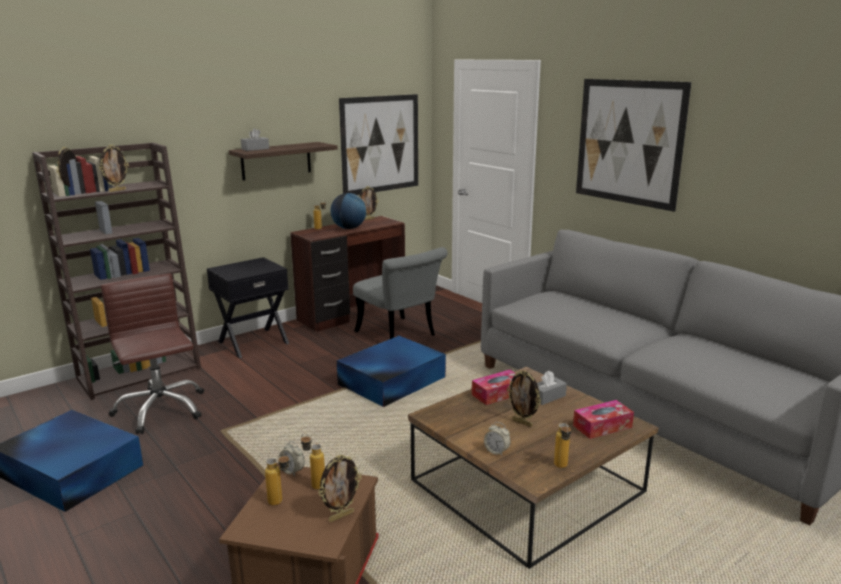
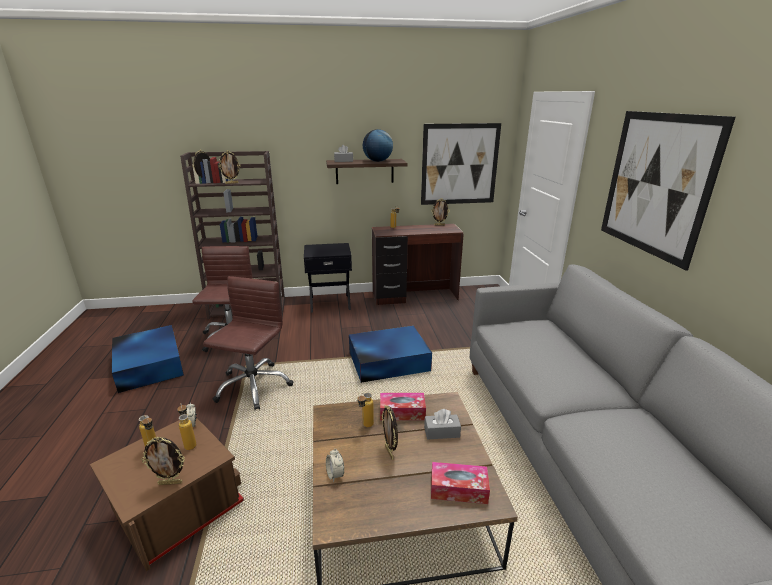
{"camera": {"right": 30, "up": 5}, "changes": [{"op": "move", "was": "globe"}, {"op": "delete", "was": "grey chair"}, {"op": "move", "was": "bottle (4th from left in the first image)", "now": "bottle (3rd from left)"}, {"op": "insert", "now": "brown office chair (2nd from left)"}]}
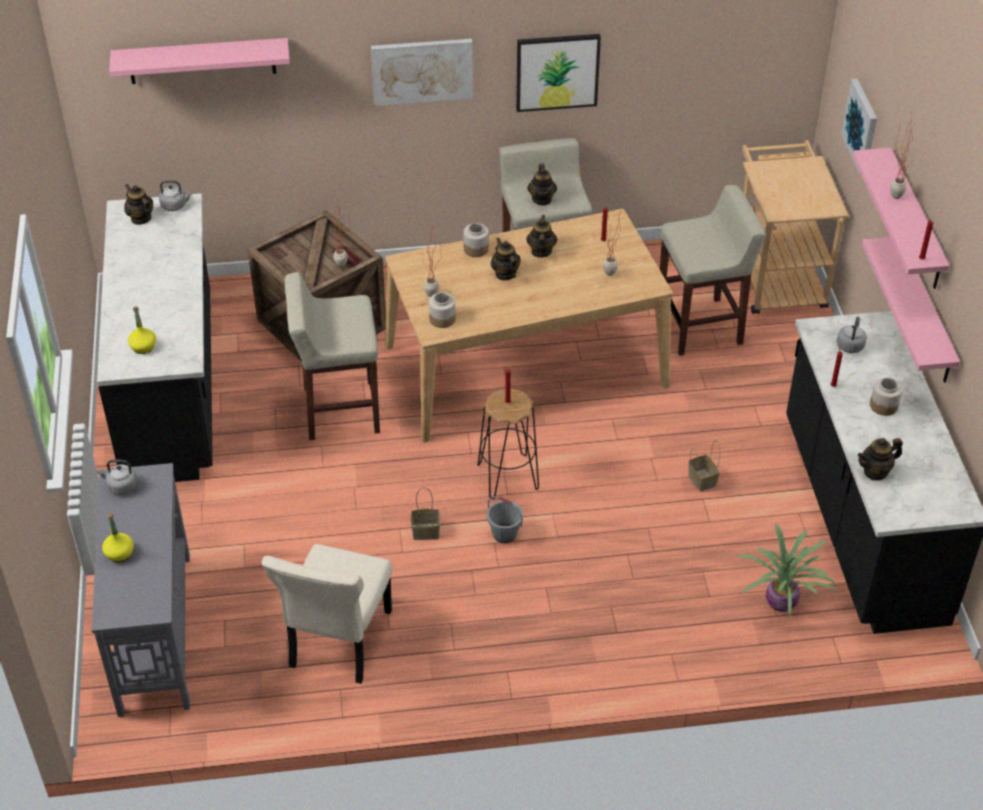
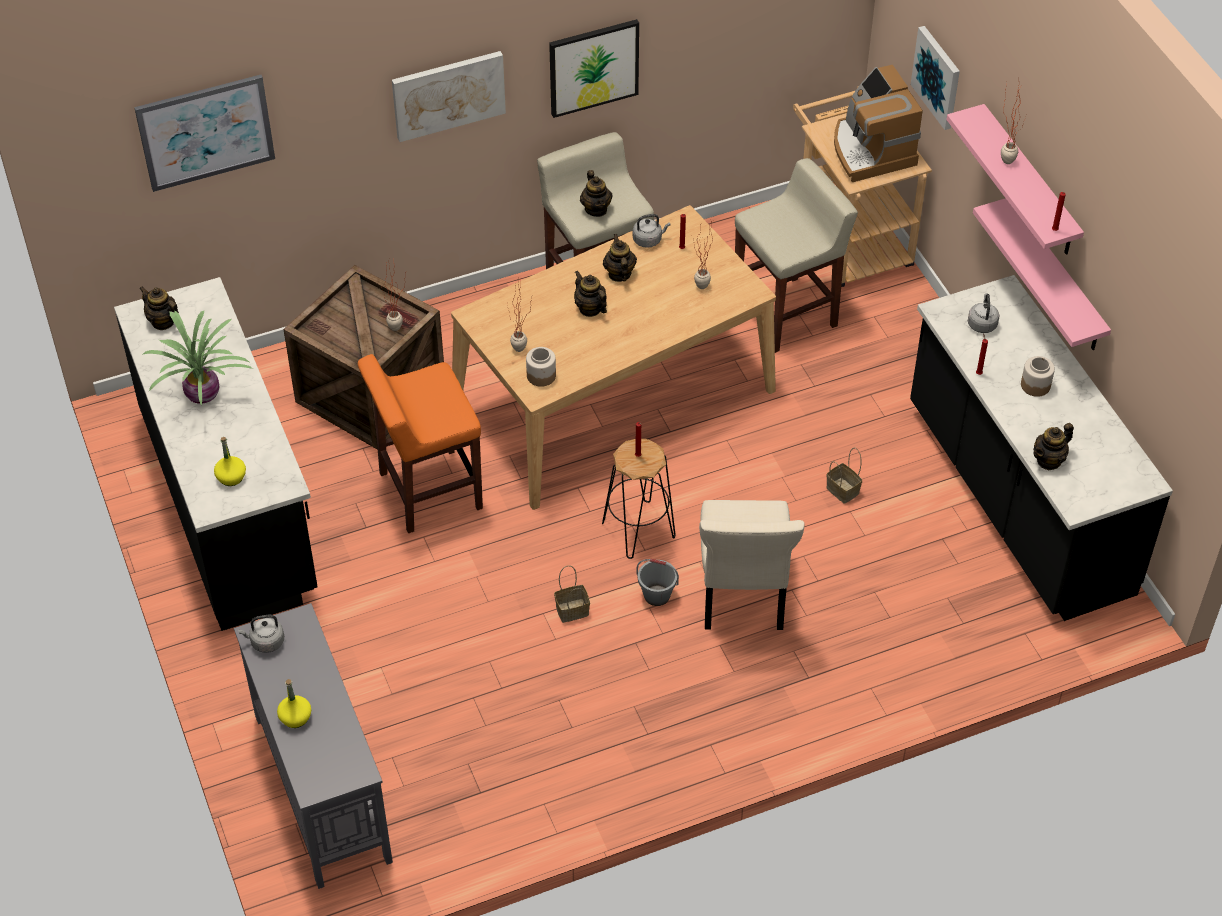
{"camera": {"right": -15, "up": 5}, "changes": [{"op": "replace", "was": "pink shelf (1st from left)", "now": "picture (1st from left)"}, {"op": "move", "was": "grey kettle (2nd from left)"}, {"op": "delete", "was": "jar (2nd from left)"}, {"op": "recolor", "was": "beige stool (1st from left)", "now": "orange stool"}, {"op": "move", "was": "potted plant (4th from left in the first image)", "now": "potted plant (1st from left)"}, {"op": "move", "was": "beige chair"}, {"op": "insert", "now": "coffee machine"}]}
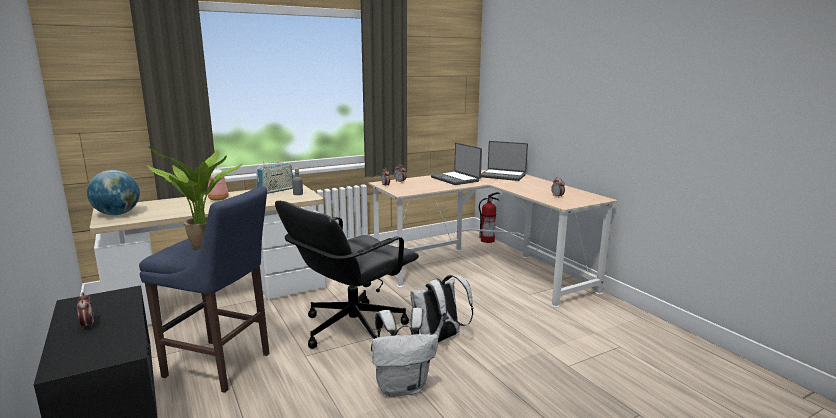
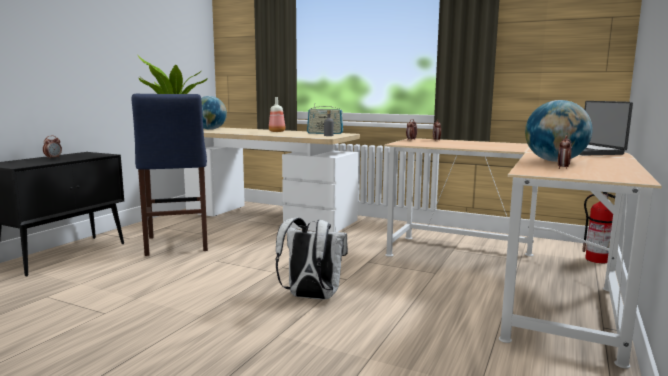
{"camera": {"right": 55, "up": -5}, "changes": [{"op": "delete", "was": "laptop (1st from left)"}, {"op": "delete", "was": "black office chair"}, {"op": "delete", "was": "white backpack (1st from left)"}, {"op": "insert", "now": "globe (2nd from left)"}]}
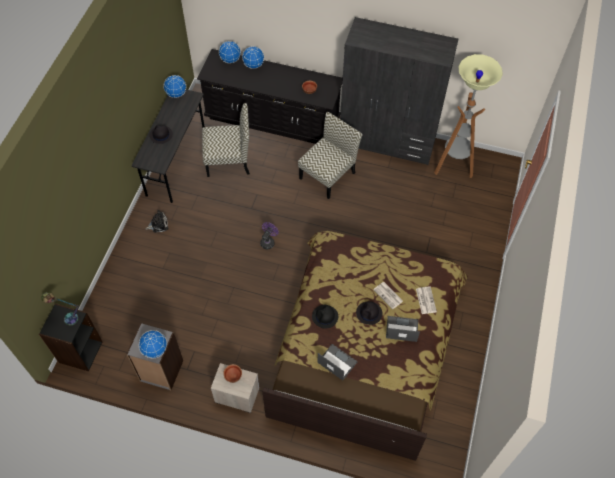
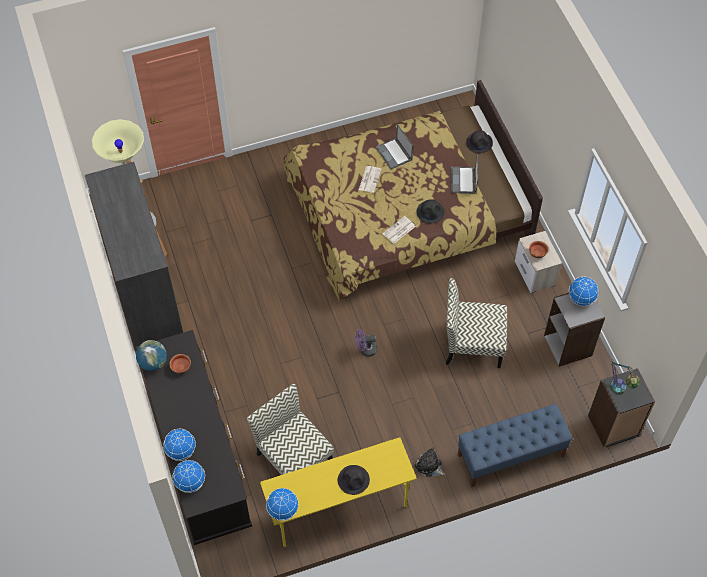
{"camera": {"right": -125, "up": 0}, "changes": [{"op": "recolor", "was": "grey desk", "now": "yellow desk"}, {"op": "move", "was": "chair (2nd from left)"}, {"op": "move", "was": "newspaper (2nd from left)"}, {"op": "move", "was": "black hat (3rd from left)"}, {"op": "insert", "now": "globe (1st from left)"}, {"op": "insert", "now": "blue bench"}]}
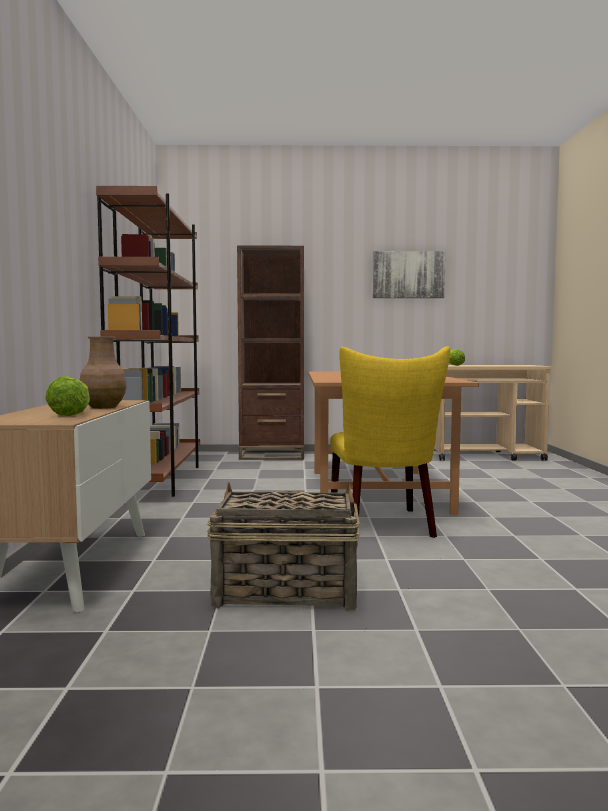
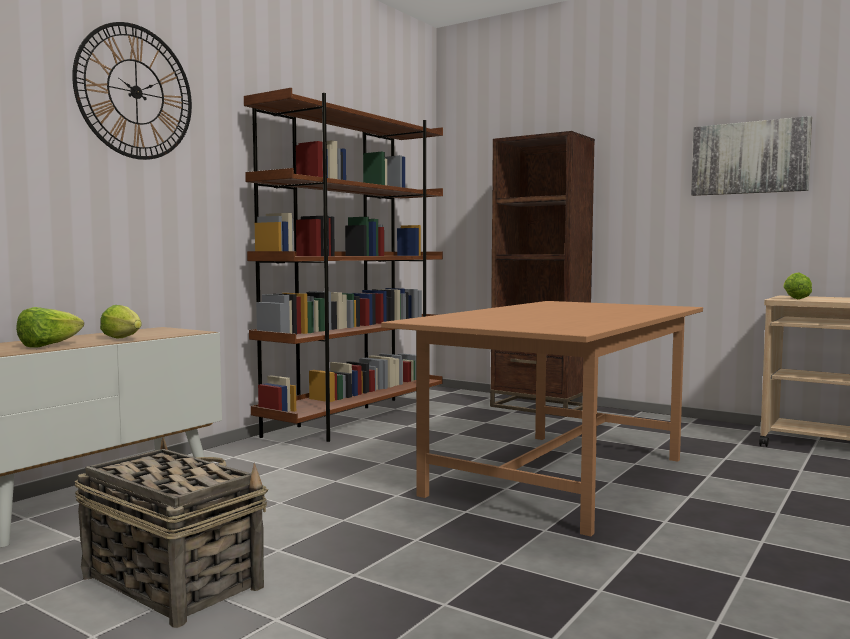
{"camera": {"right": 35, "up": 0}, "changes": [{"op": "replace", "was": "brown vase", "now": "lettuce (2nd from left)"}, {"op": "delete", "was": "yellow chair"}, {"op": "insert", "now": "wall clock"}]}
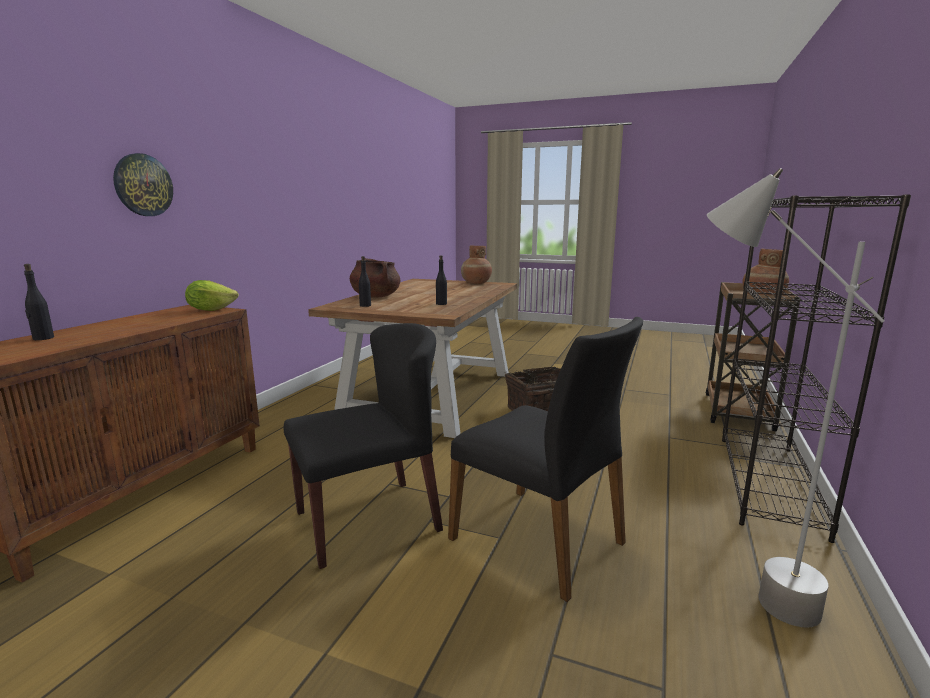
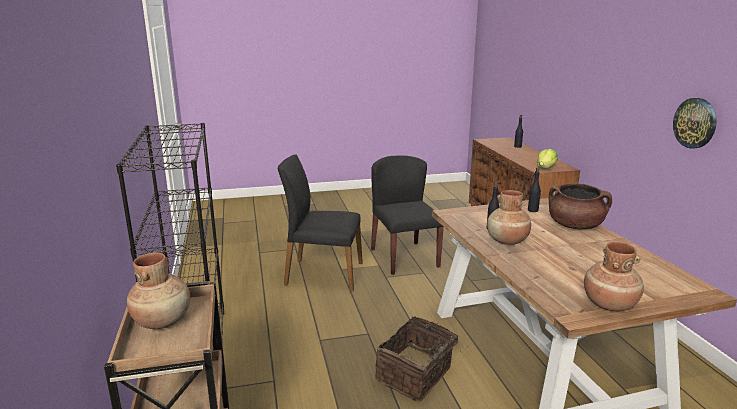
{"camera": {"right": 145, "up": 5}, "changes": [{"op": "move", "was": "wall clock"}, {"op": "delete", "was": "grey floor lamp"}, {"op": "rotate", "was": "black chair (1st from left in the first image)", "clockwise": 135}, {"op": "insert", "now": "brown vase (2nd from left)"}]}
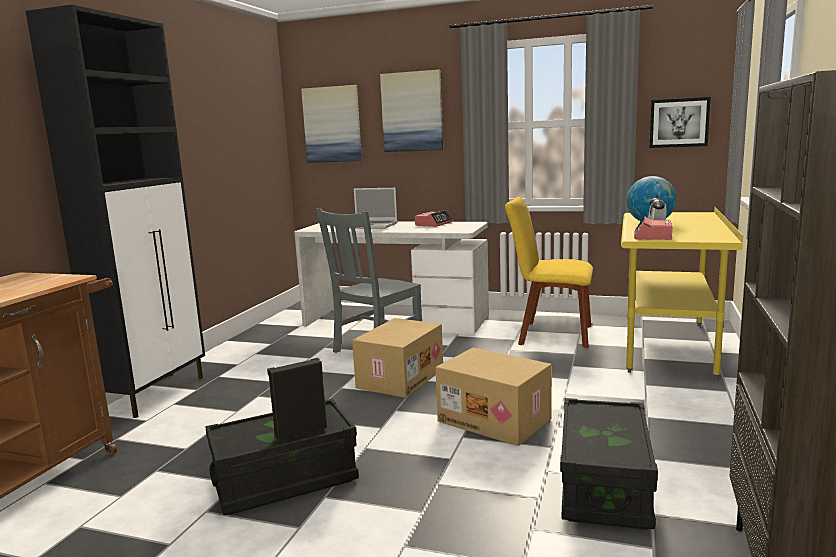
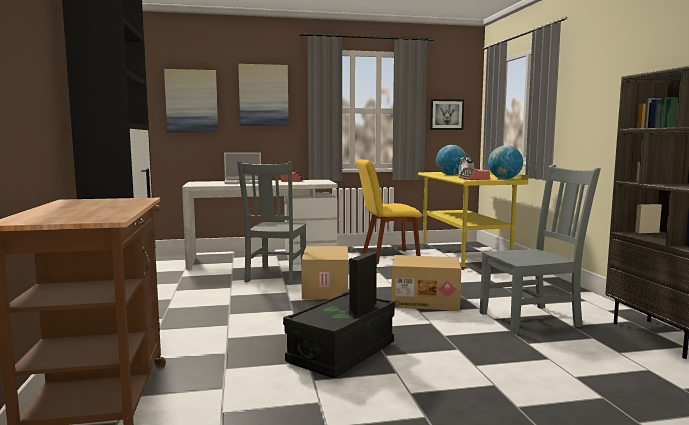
{"camera": {"right": -30, "up": -5}, "changes": [{"op": "replace", "was": "black storage box (2nd from left)", "now": "grey chair (2nd from left)"}, {"op": "insert", "now": "globe (2nd from left)"}]}
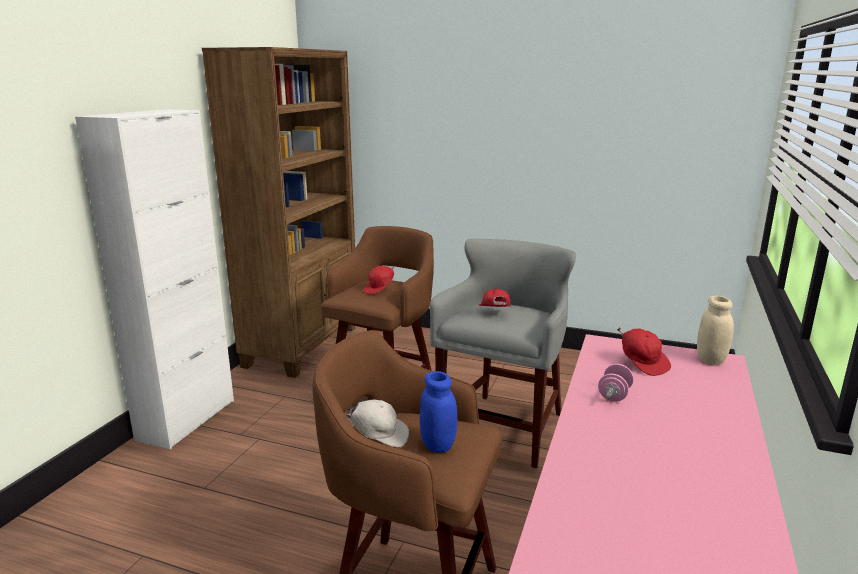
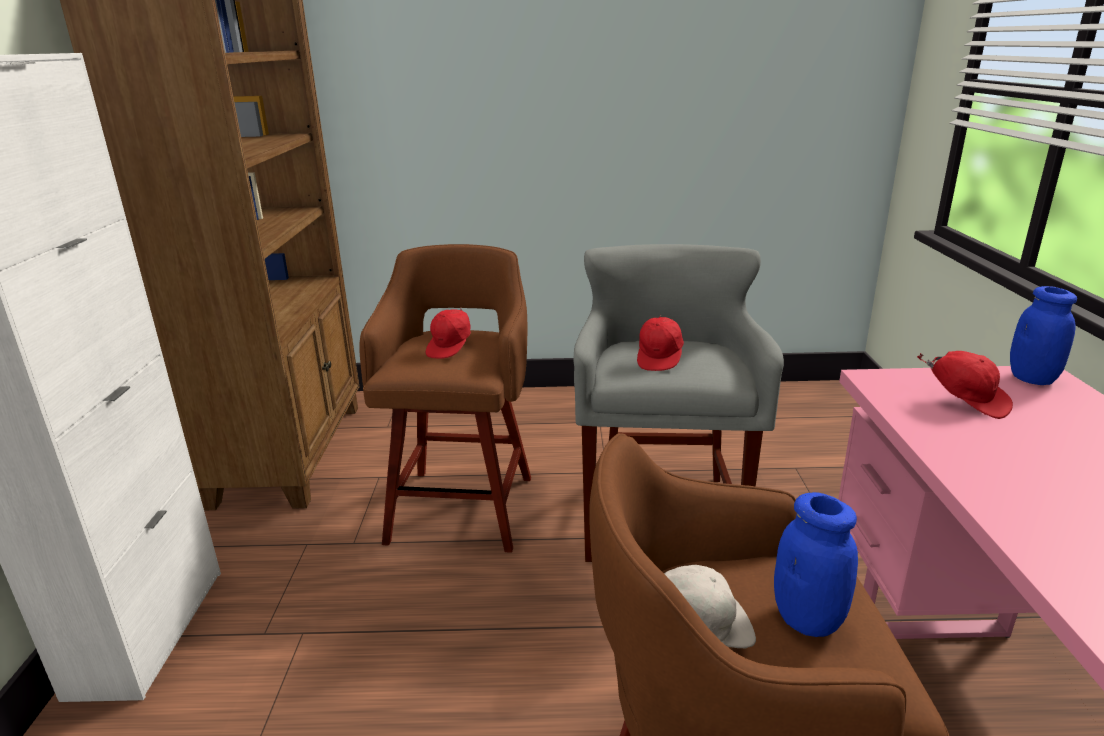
{"camera": {"right": -20, "up": 5}, "changes": [{"op": "rotate", "was": "red cap (2nd from left)", "clockwise": -135}, {"op": "recolor", "was": "beige jar", "now": "blue jar (2nd from left)"}, {"op": "delete", "was": "pink dumbbell"}]}
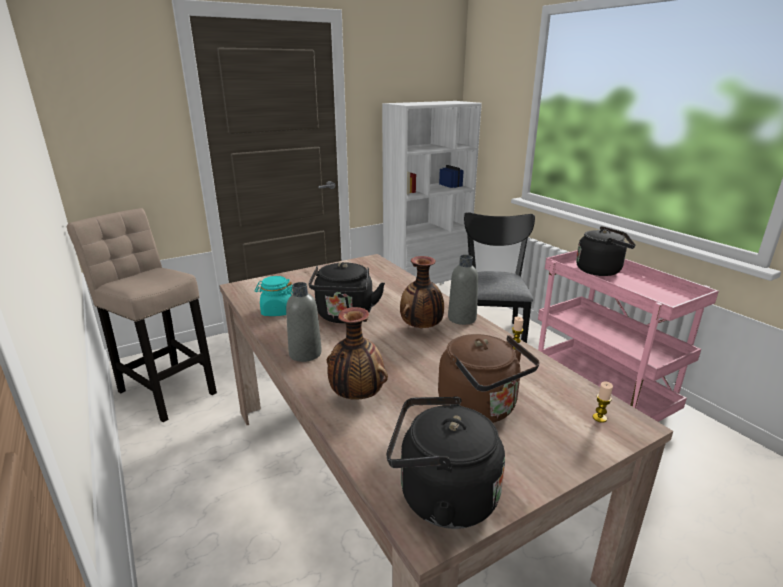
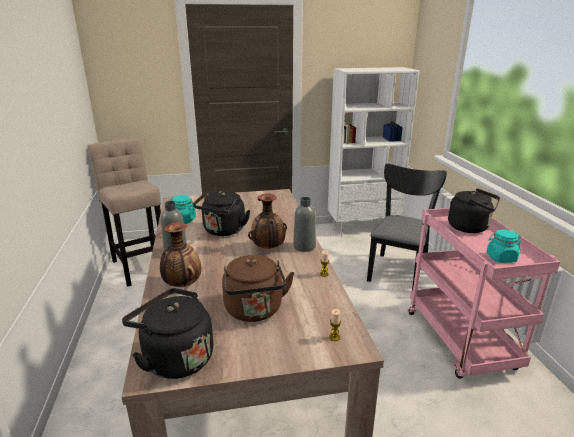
{"camera": {"right": 20, "up": 0}, "changes": [{"op": "insert", "now": "turquoise jar (2nd from left)"}]}
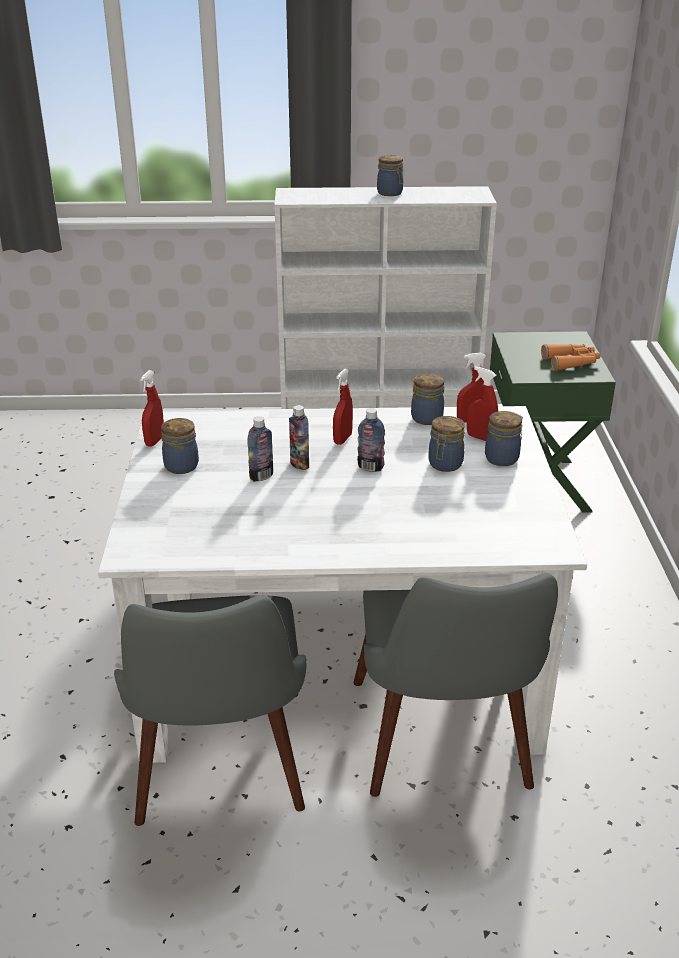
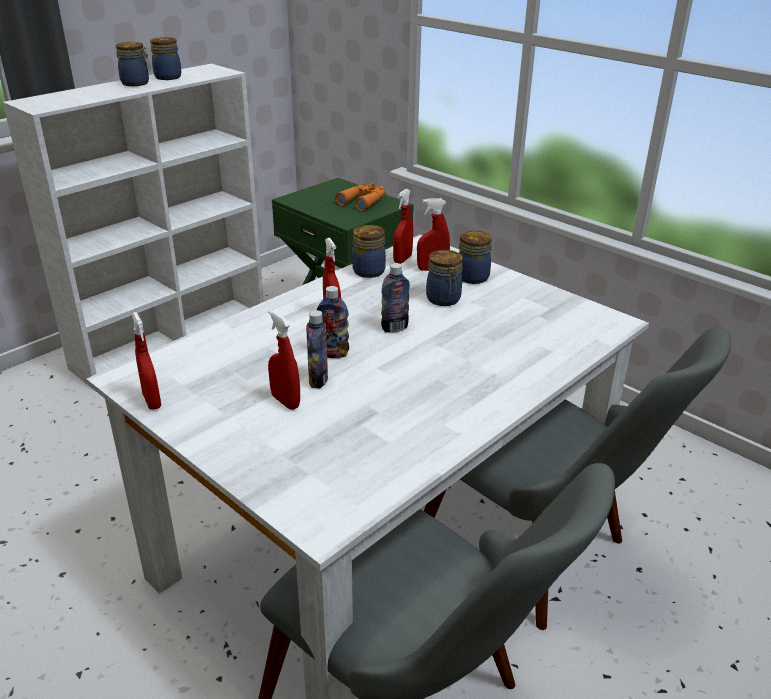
{"camera": {"right": -45, "up": 0}, "changes": [{"op": "move", "was": "jar (1st from left in the first image)", "now": "jar (2nd from left)"}, {"op": "insert", "now": "red spray bottle (2nd from left)"}]}
